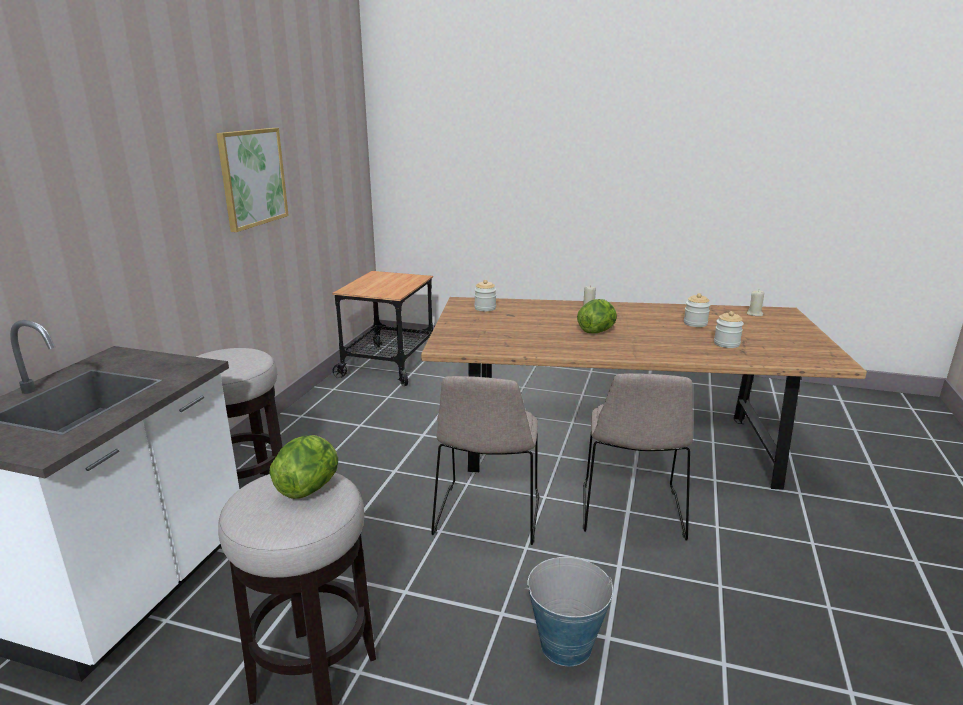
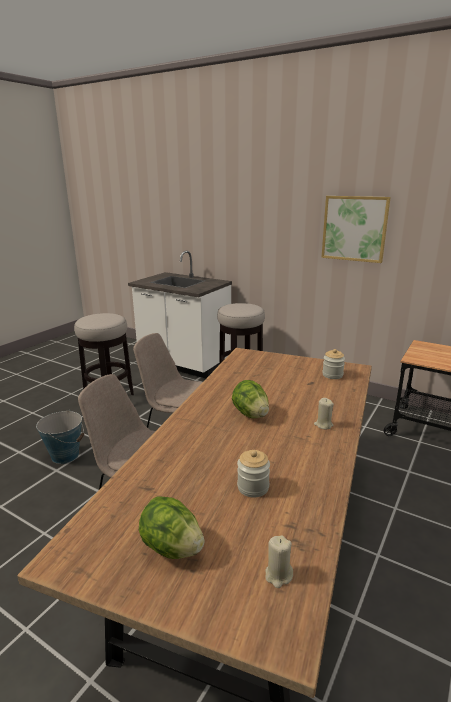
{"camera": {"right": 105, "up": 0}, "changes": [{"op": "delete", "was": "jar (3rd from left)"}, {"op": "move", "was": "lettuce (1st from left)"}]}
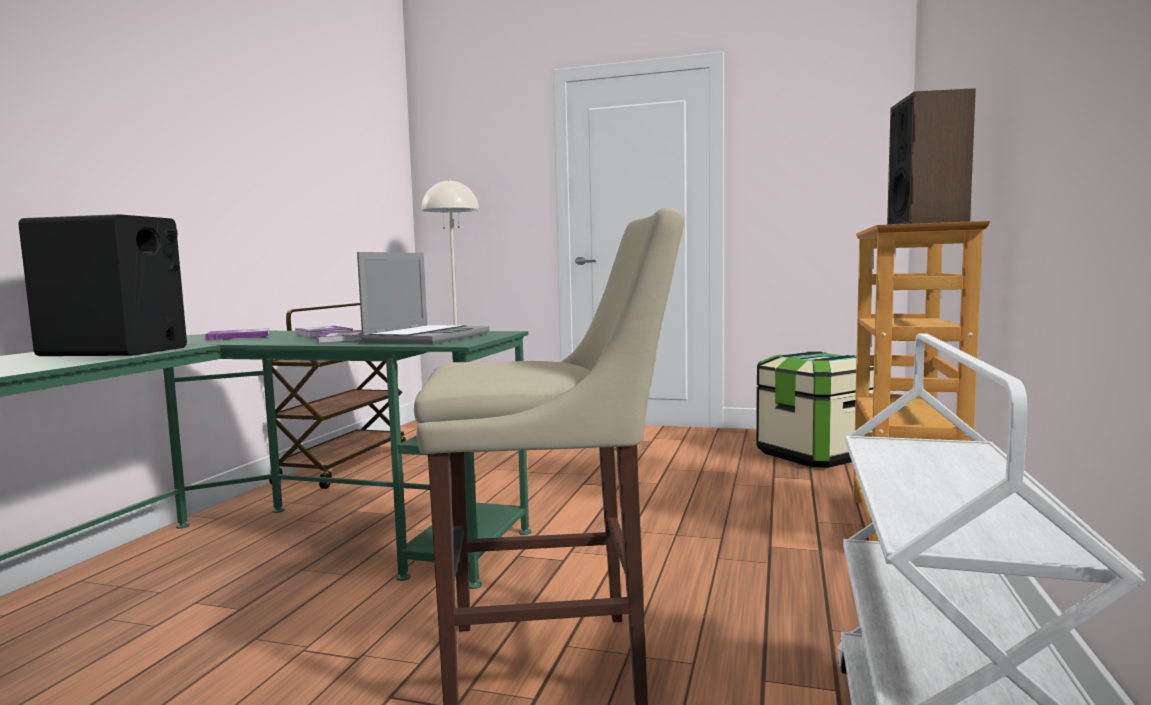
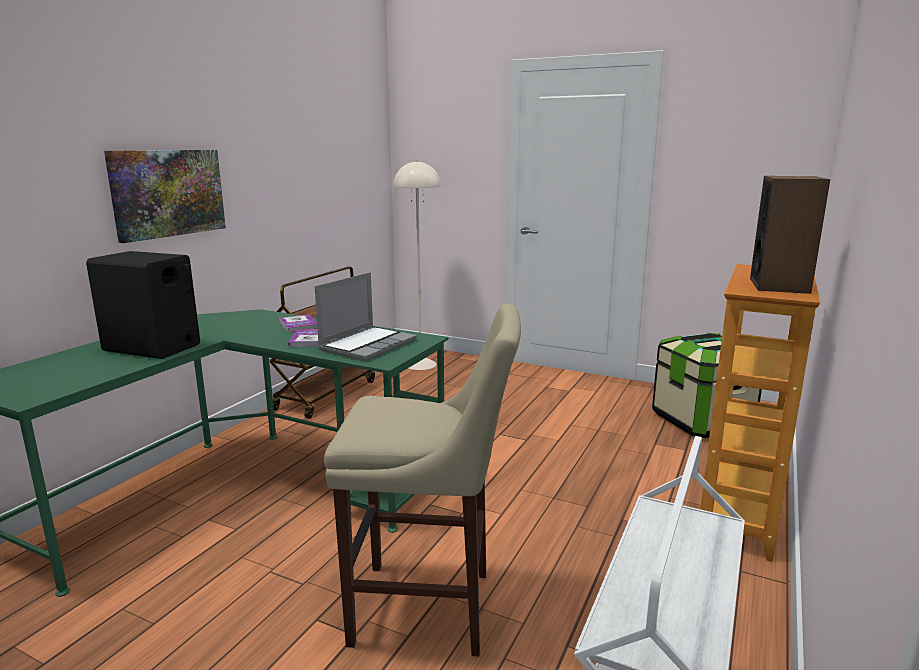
{"camera": {"right": 10, "up": 10}, "changes": [{"op": "delete", "was": "book (1st from left)"}, {"op": "insert", "now": "picture"}]}
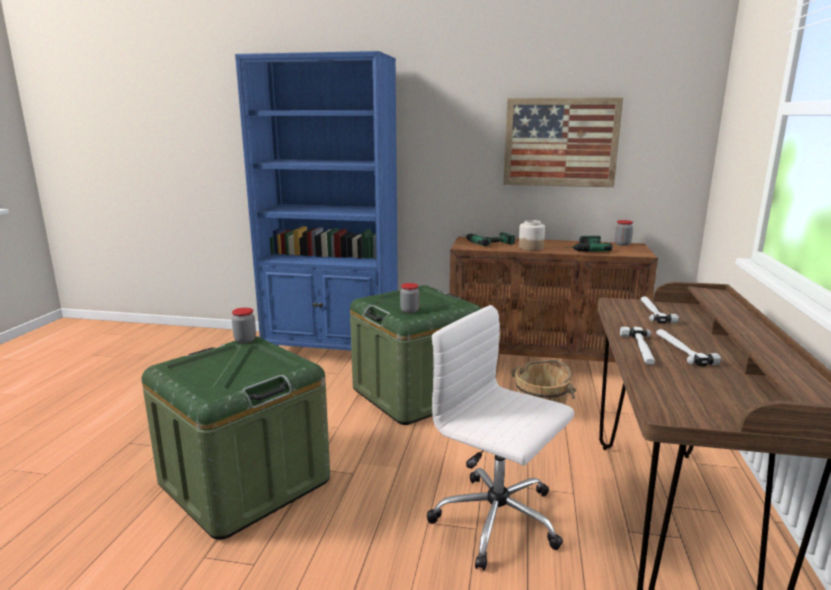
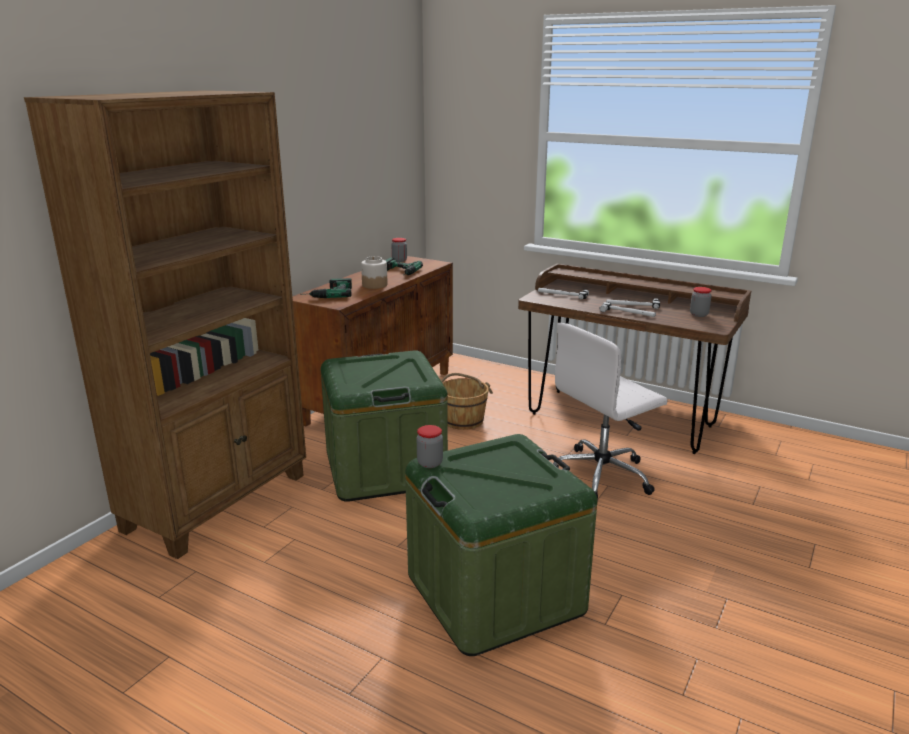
{"camera": {"right": -70, "up": 5}, "changes": [{"op": "recolor", "was": "blue bookcase", "now": "brown bookcase"}, {"op": "delete", "was": "picture"}, {"op": "move", "was": "jar (2nd from left in the first image)", "now": "jar (4th from left)"}]}
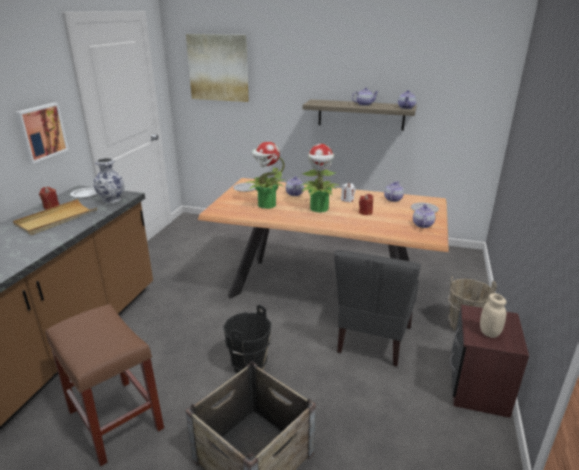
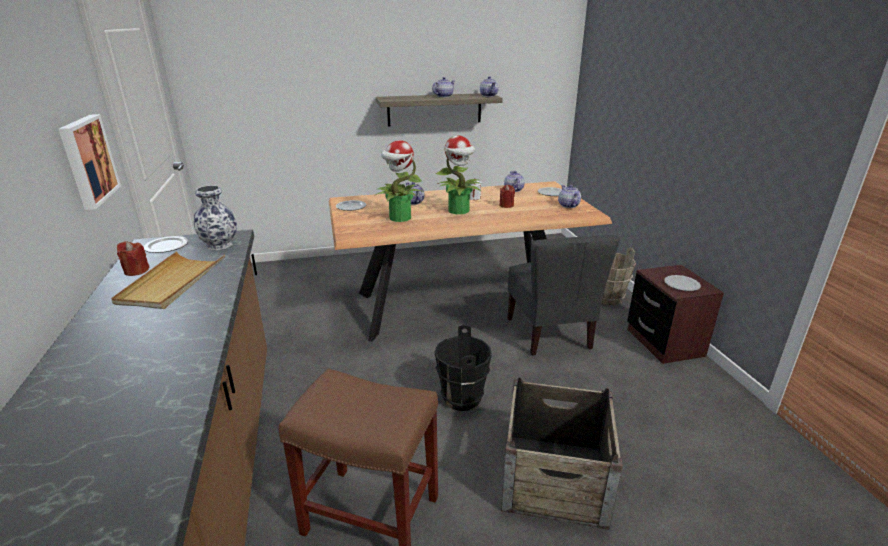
{"camera": {"right": -30, "up": 0}, "changes": [{"op": "delete", "was": "picture (2nd from left)"}, {"op": "replace", "was": "beige jar", "now": "plate (4th from left)"}]}
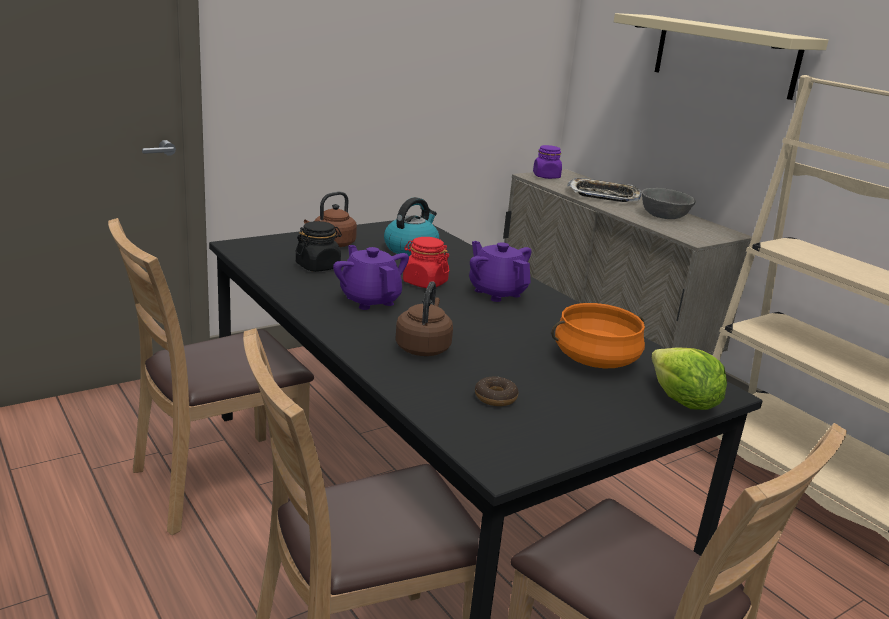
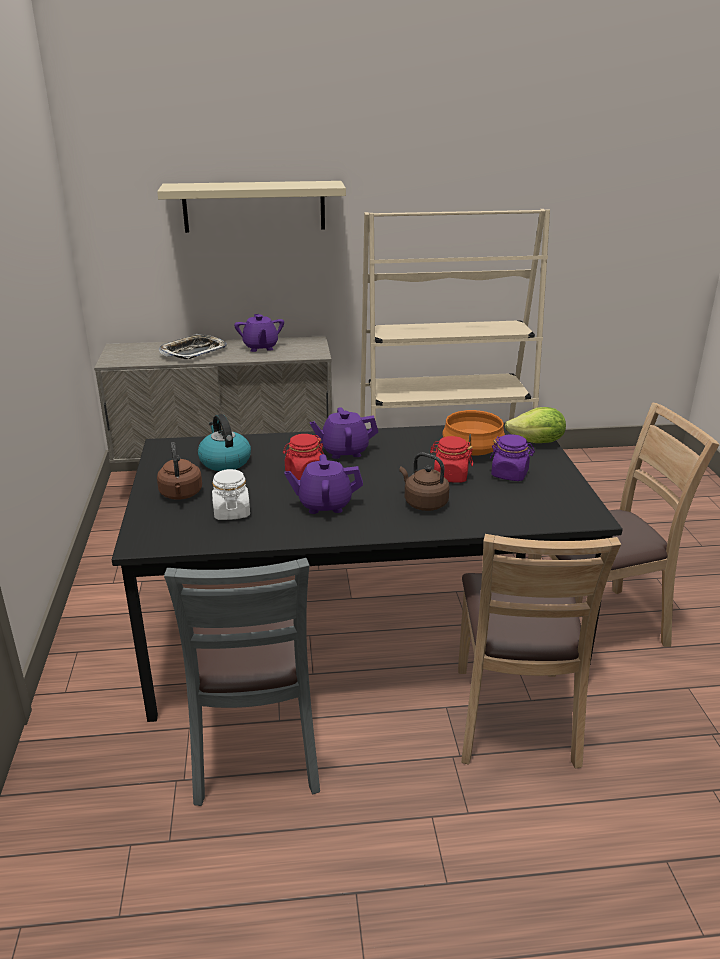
{"camera": {"right": -60, "up": 5}, "changes": [{"op": "move", "was": "purple jar"}, {"op": "replace", "was": "grey bowl", "now": "purple teapot (1st from left)"}, {"op": "recolor", "was": "brown chair (1st from left)", "now": "grey chair"}, {"op": "recolor", "was": "black jar", "now": "white jar"}, {"op": "delete", "was": "donut"}, {"op": "insert", "now": "red jar (2nd from left)"}]}
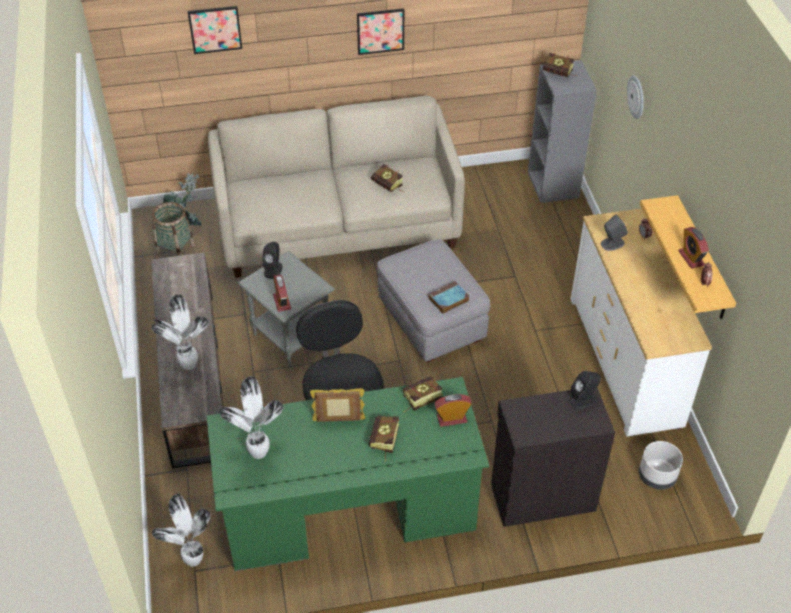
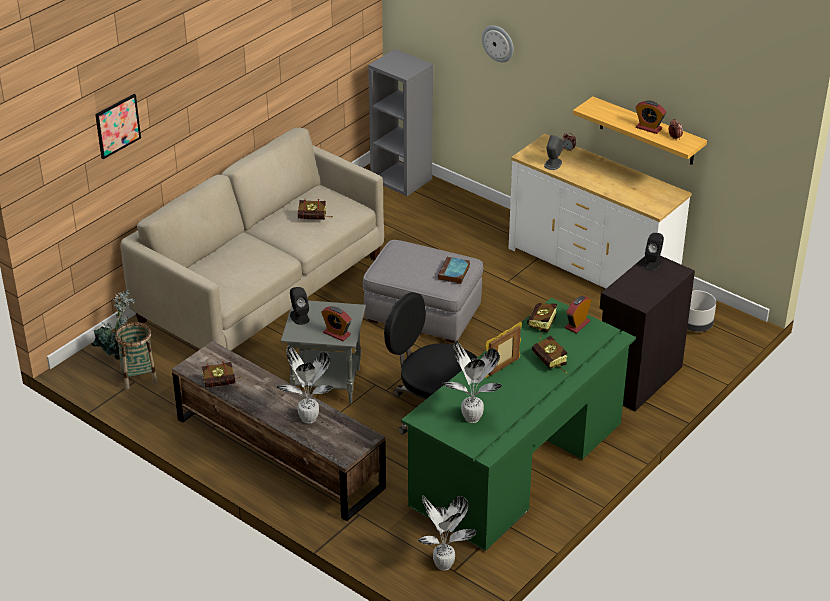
{"camera": {"right": -40, "up": -10}, "changes": [{"op": "delete", "was": "picture (2nd from left)"}, {"op": "move", "was": "book (5th from left in the first image)", "now": "book (1st from left)"}]}
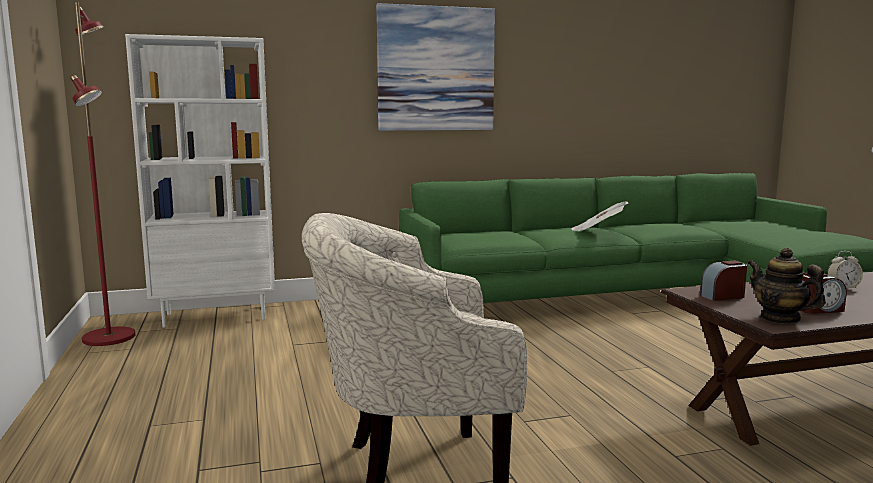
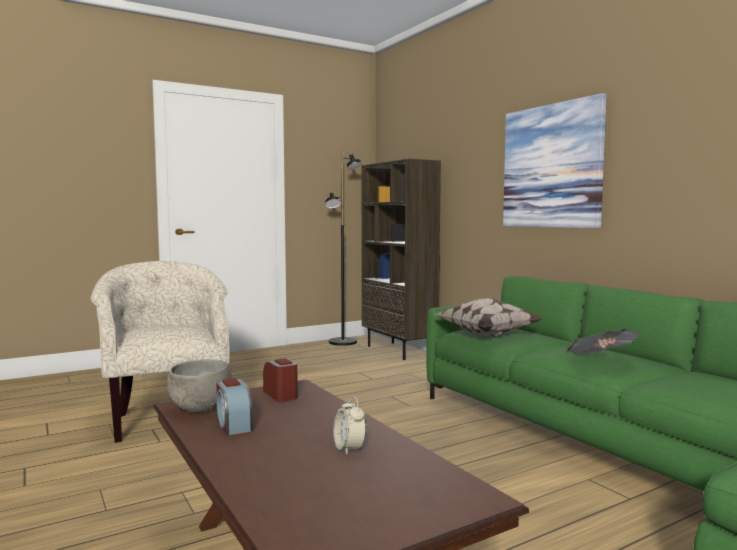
{"camera": {"right": 75, "up": -5}, "changes": [{"op": "recolor", "was": "red floor lamp", "now": "black floor lamp"}, {"op": "recolor", "was": "white bookcase", "now": "brown bookcase"}, {"op": "replace", "was": "teapot", "now": "grey bowl"}, {"op": "insert", "now": "pillow"}]}
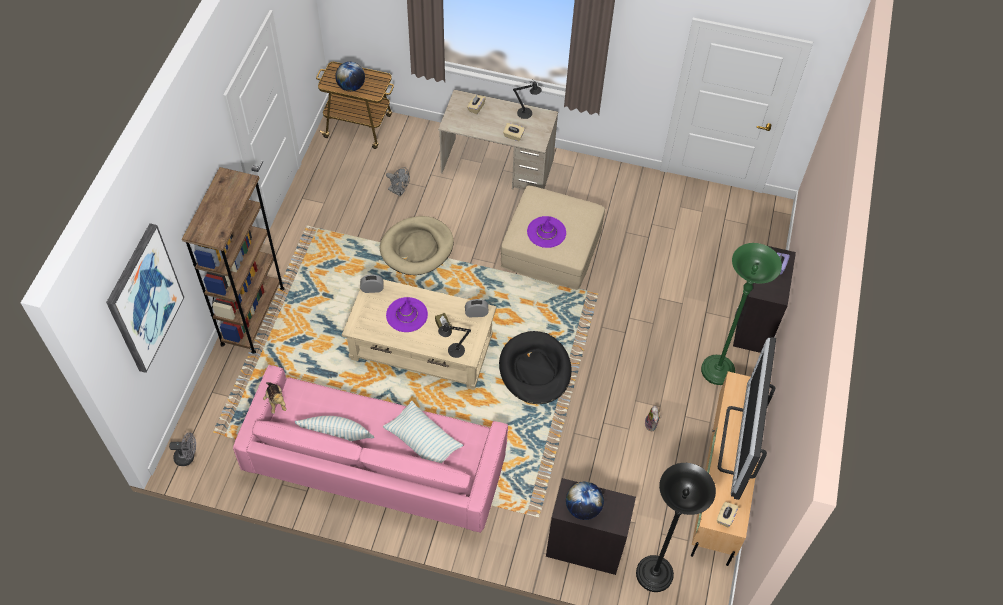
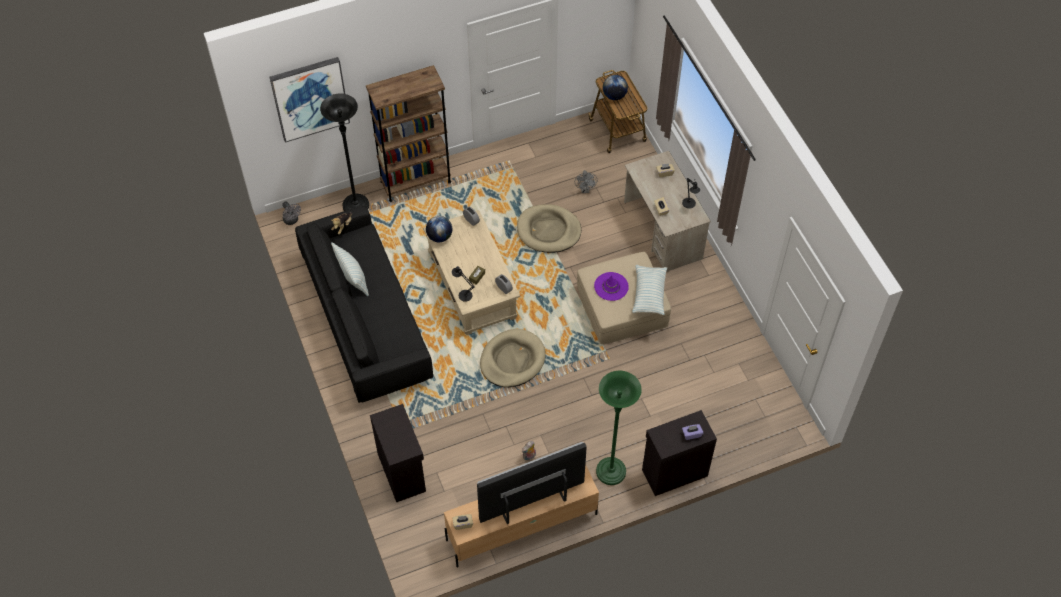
{"camera": {"right": 55, "up": 0}, "changes": [{"op": "delete", "was": "purple hat (1st from left)"}, {"op": "recolor", "was": "black dog bed", "now": "beige dog bed (1st from left)"}, {"op": "recolor", "was": "pink sofa", "now": "black sofa"}, {"op": "move", "was": "pillow (2nd from left)"}, {"op": "move", "was": "black floor lamp"}, {"op": "move", "was": "globe (2nd from left in the first image)", "now": "globe (1st from left)"}]}
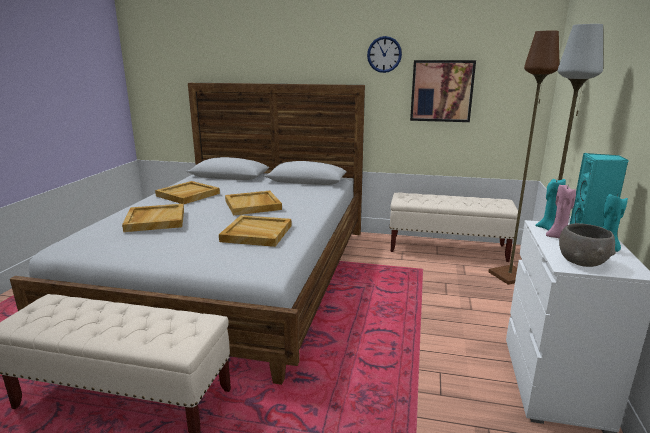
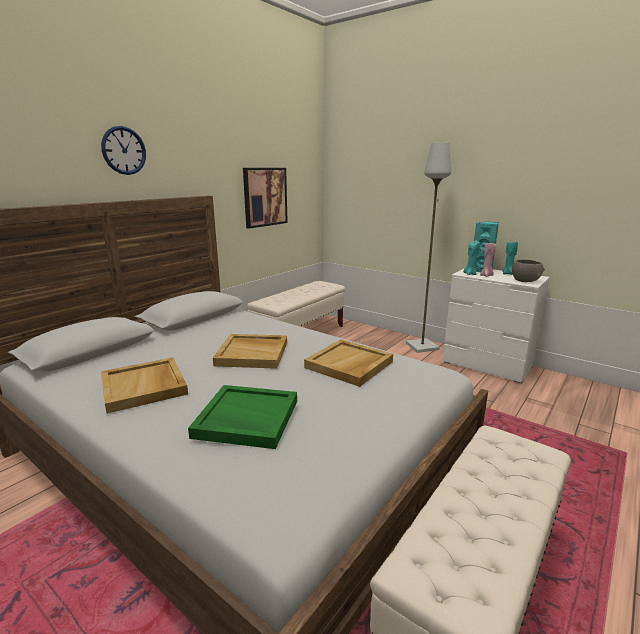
{"camera": {"right": -65, "up": 0}, "changes": [{"op": "delete", "was": "brown floor lamp"}, {"op": "move", "was": "wall clock"}, {"op": "recolor", "was": "beige tray (1st from left)", "now": "green tray"}]}
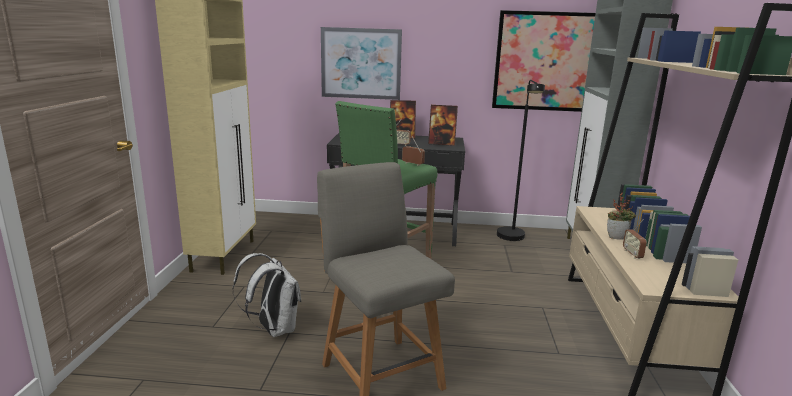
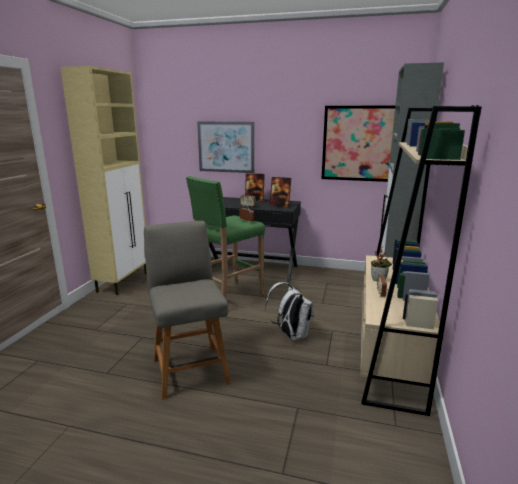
{"camera": {"right": 10, "up": 0}, "changes": [{"op": "delete", "was": "black floor lamp"}, {"op": "move", "was": "white backpack"}]}
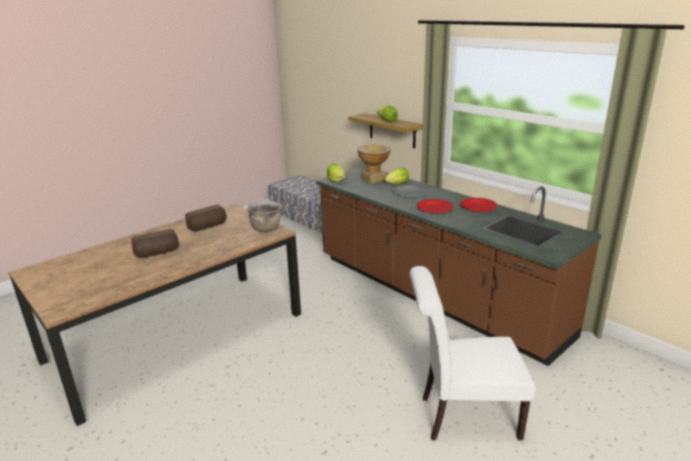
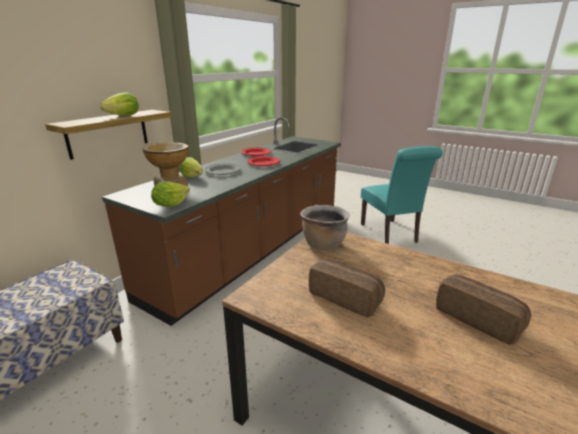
{"camera": {"right": -105, "up": 0}, "changes": [{"op": "recolor", "was": "white chair", "now": "turquoise chair"}]}
